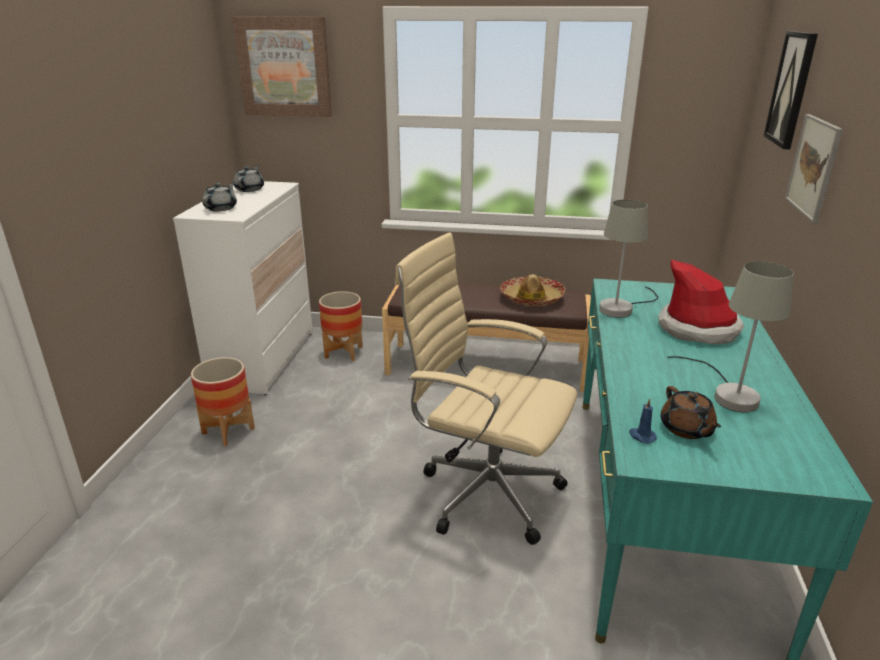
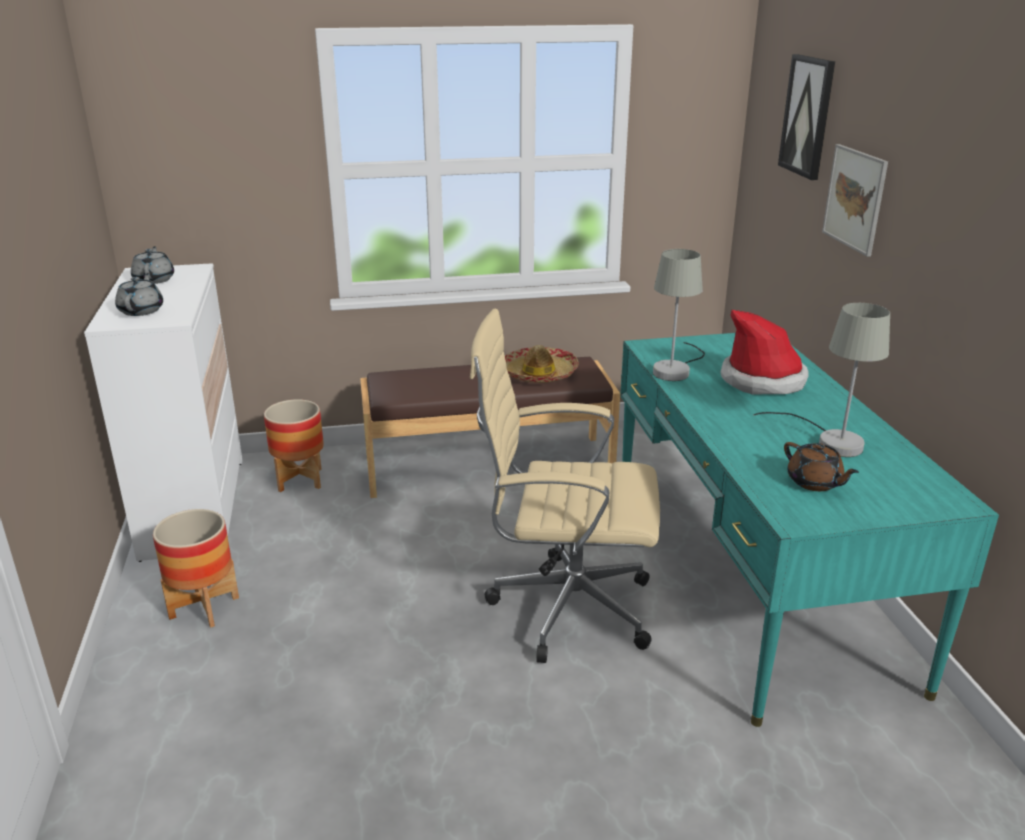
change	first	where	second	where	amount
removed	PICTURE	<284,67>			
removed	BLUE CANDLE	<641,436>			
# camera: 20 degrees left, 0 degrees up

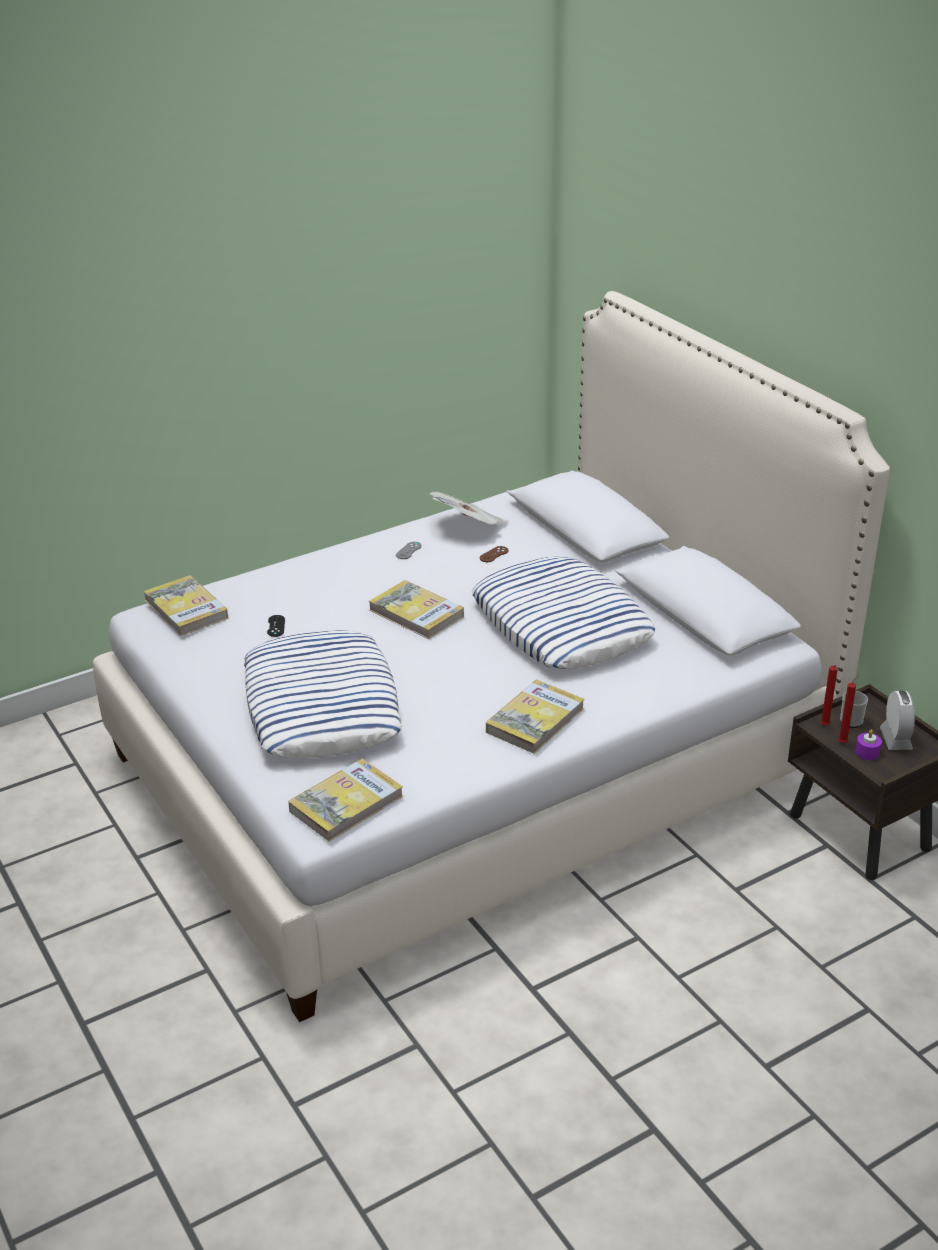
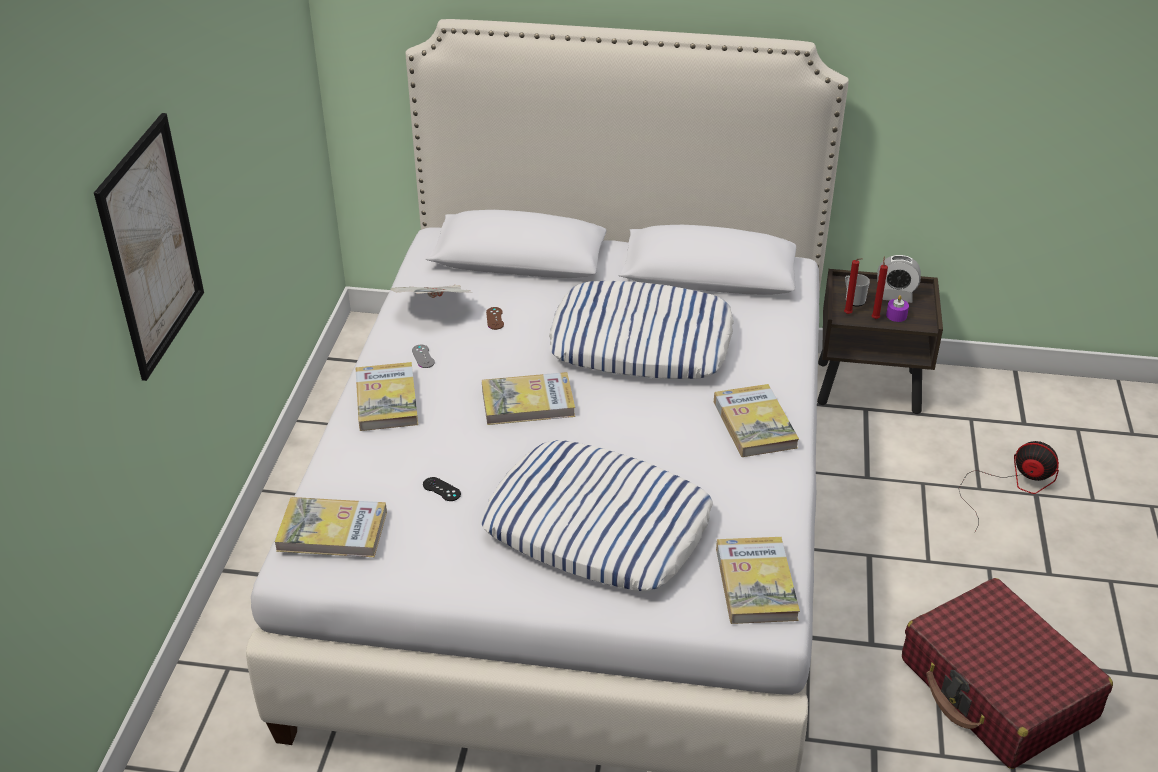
change	first	where	second	where	amount
added			PICTURE	<151,247>	
added			BOOK	<386,400>	
turned	ALARM CLOCK	<895,739>		<895,296>	150 degrees clockwise
added			RED SUITCASE	<997,689>	
added			FAN	<1010,487>	
# camera: 50 degrees left, 5 degrees up

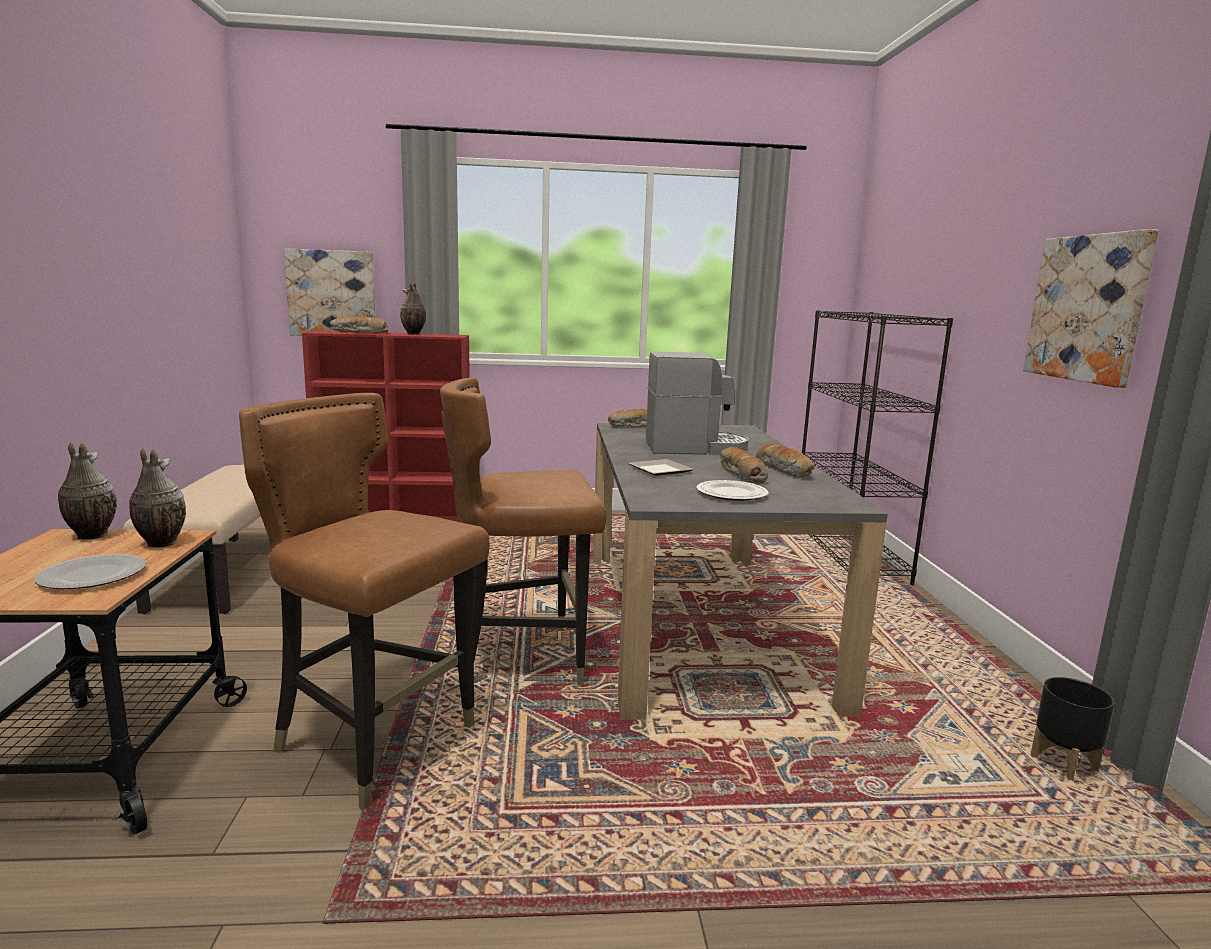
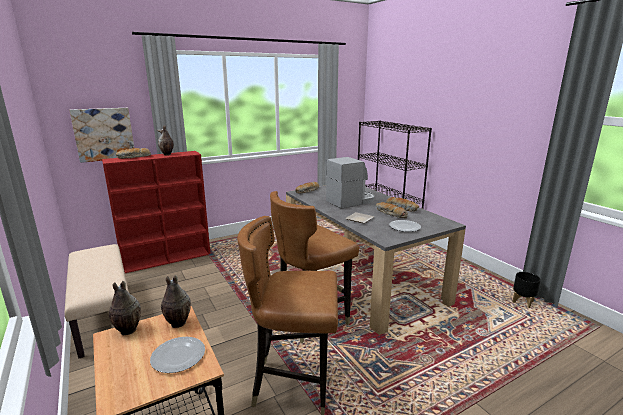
change	first	where	second	where	amount
removed	PICTURE	<1088,308>			
# camera: 25 degrees left, 5 degrees up

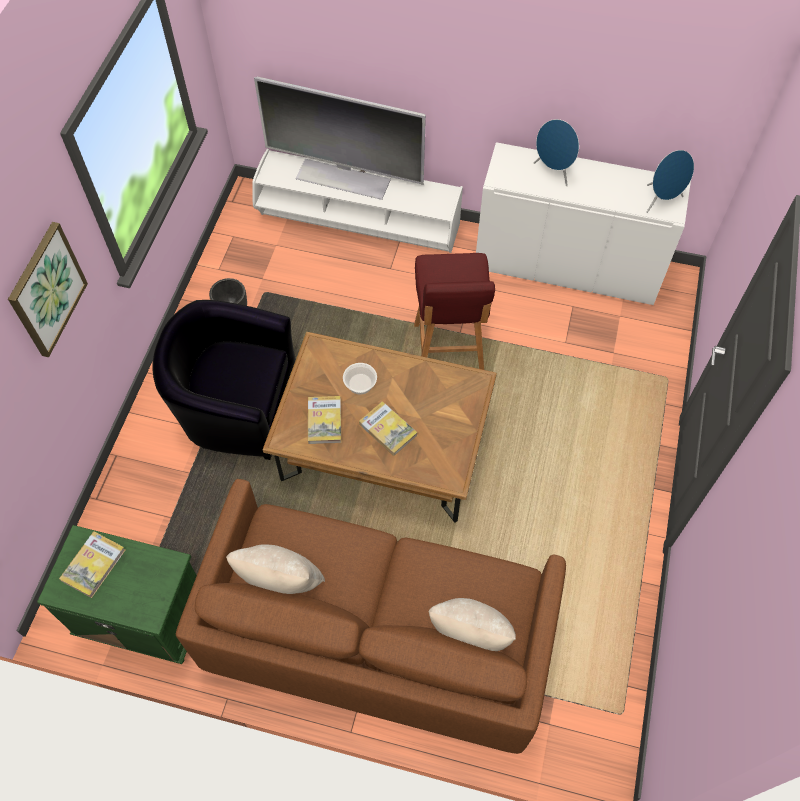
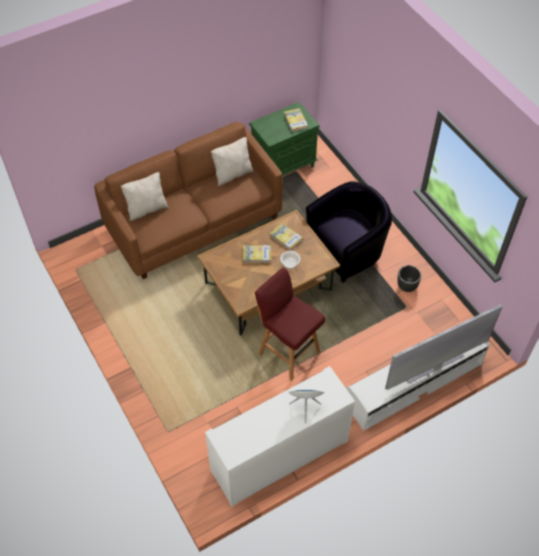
change	first	where	second	where	amount
removed	PICTURE	<46,290>			
removed	BLUE SPEAKER	<662,201>			
# camera: 135 degrees right, 5 degrees down

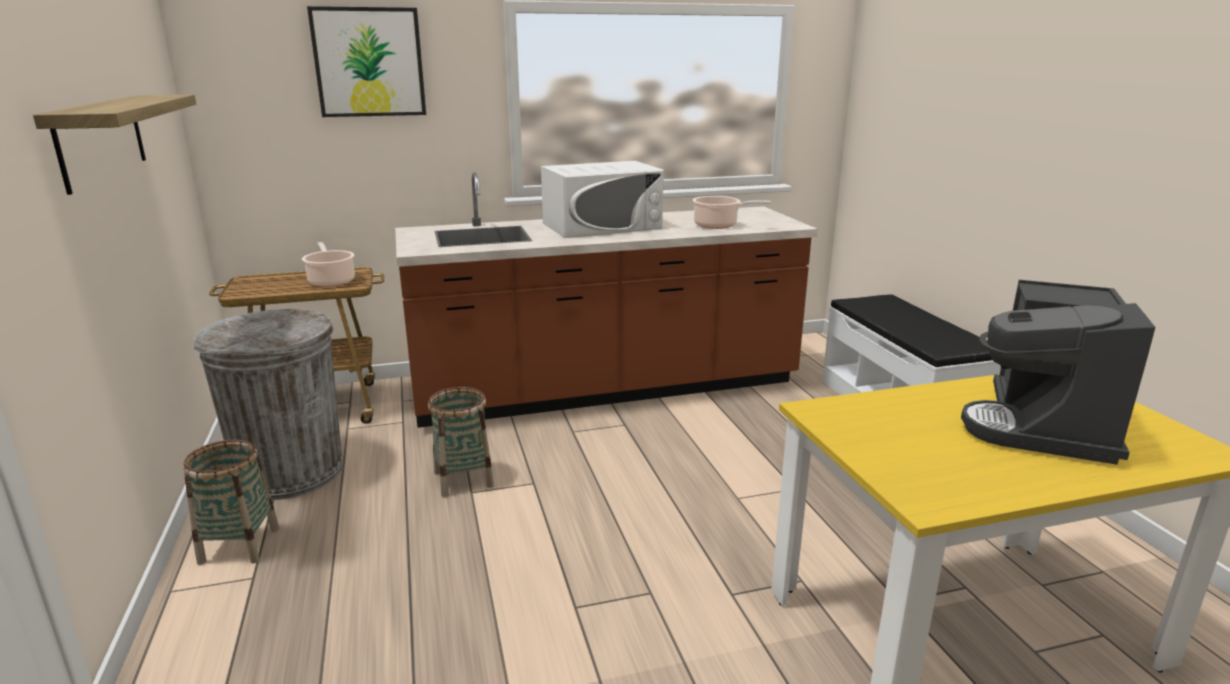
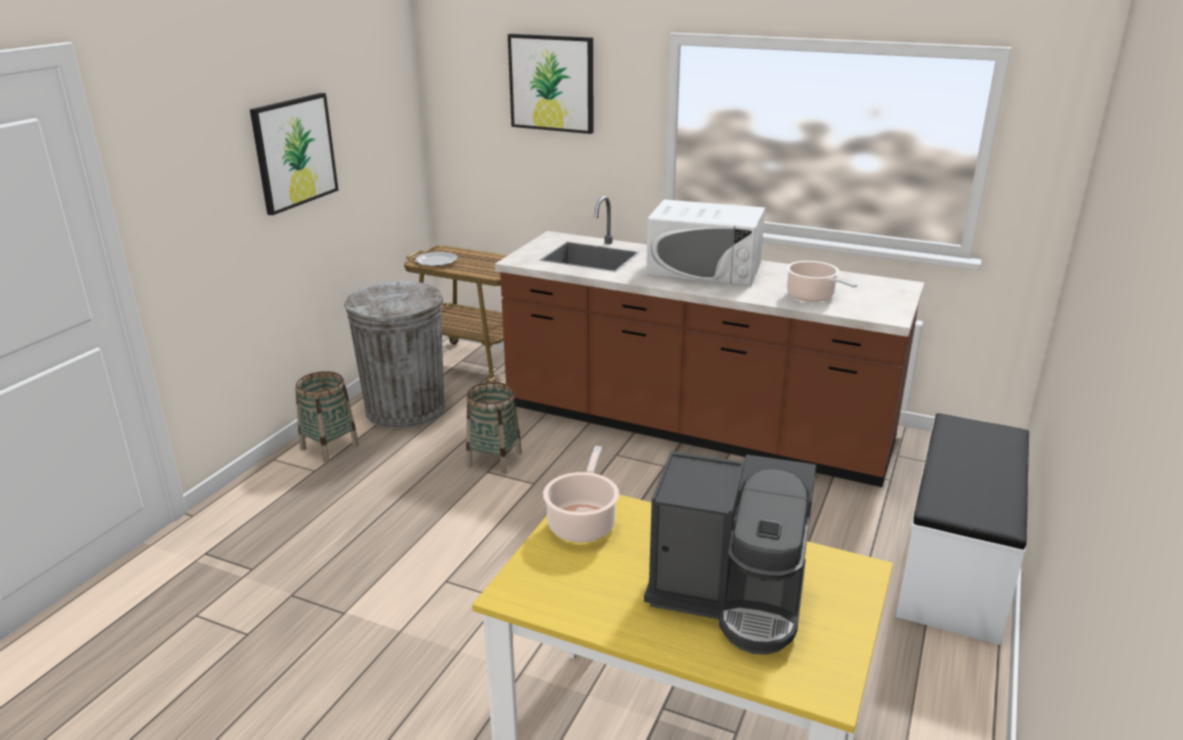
change	first	where	second	where	amount
replaced	SHELF	<102,139>	PICTURE	<294,152>	
added			PLATE	<436,261>	
moved	COOKING POT	<331,281>		<582,522>	
turned	COFFEE MACHINE	<1043,426>		<730,596>	135 degrees counterclockwise
# camera: 40 degrees right, 5 degrees up

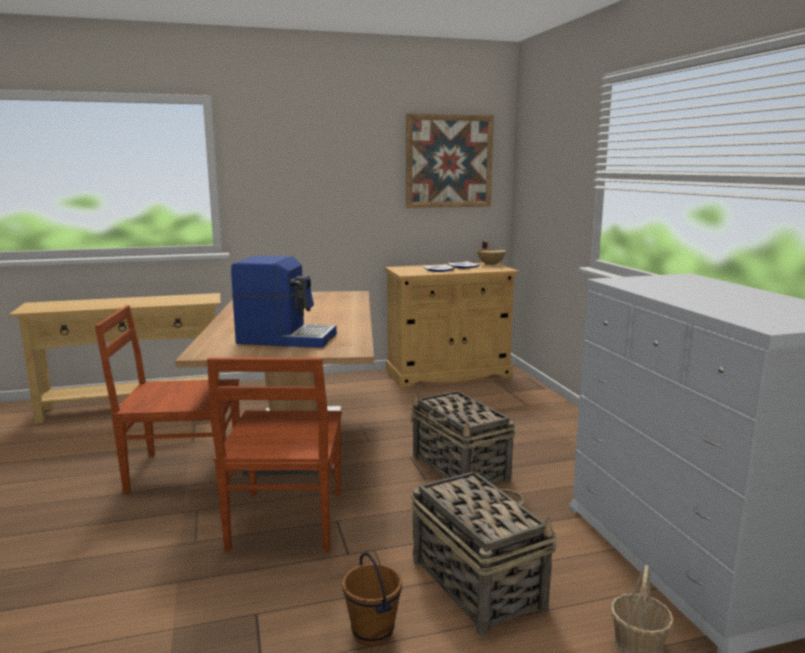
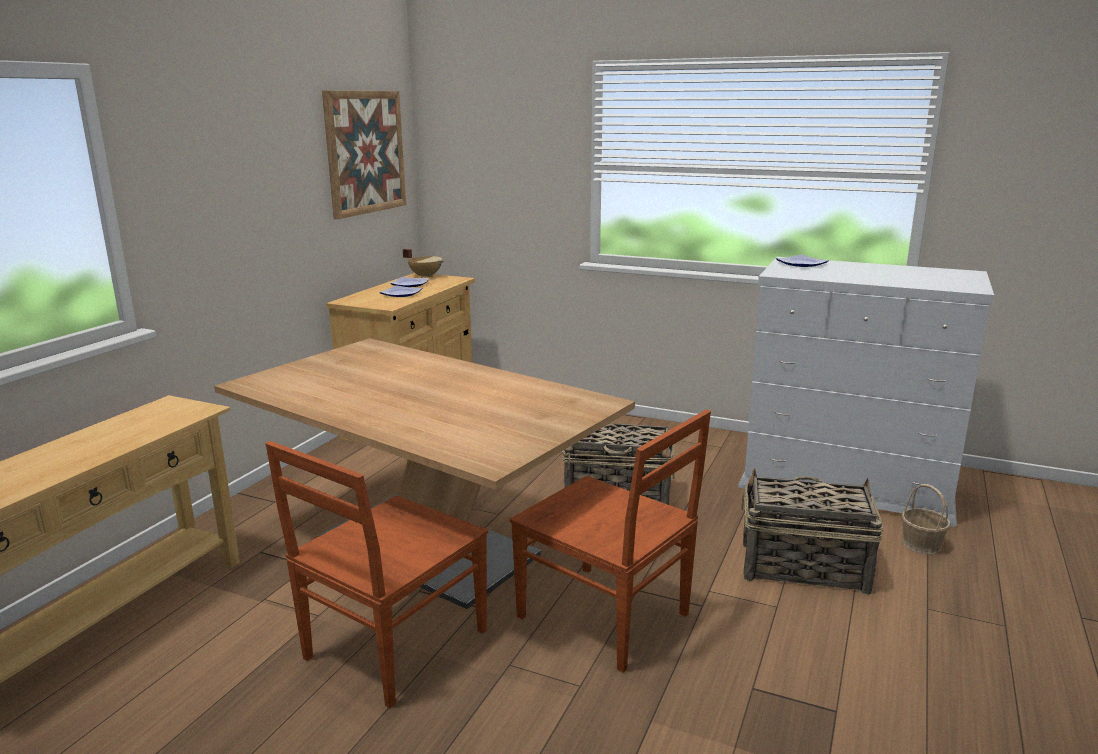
change	first	where	second	where	amount
added			PLATE	<801,263>	
removed	COFFEE MACHINE	<286,338>			
removed	BROWN BUCKET	<373,632>			
# camera: 50 degrees left, 5 degrees up

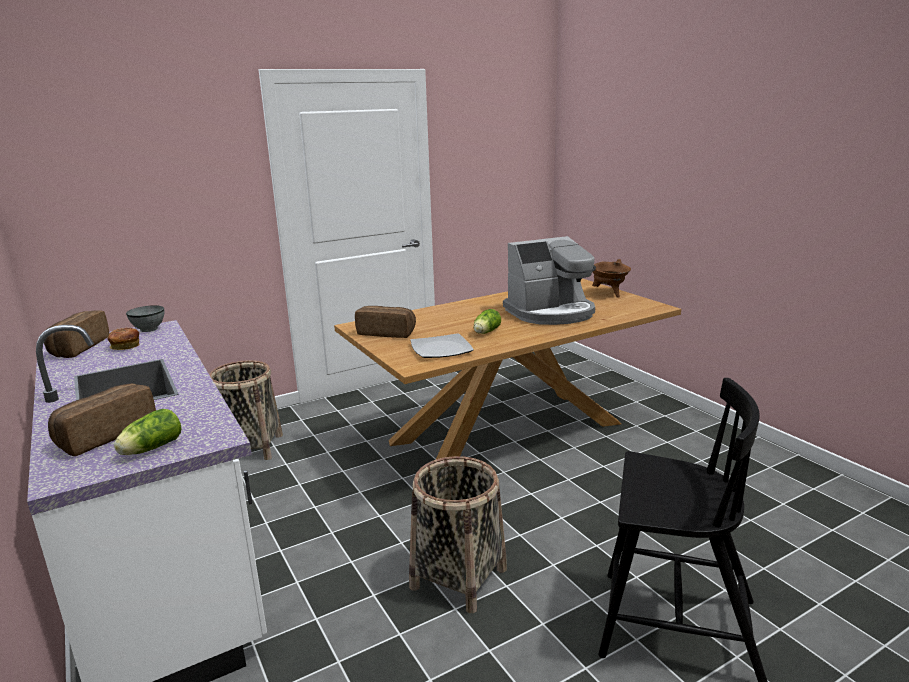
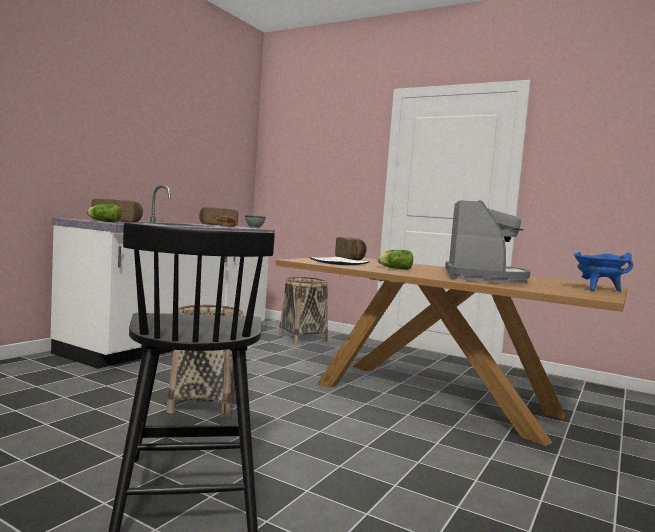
change	first	where	second	where	amount
turned	COFFEE MACHINE	<551,313>		<484,278>	120 degrees counterclockwise
recoloured	BROWN COOKING POT	<609,293>	BLUE COOKING POT	<597,290>	
# camera: 60 degrees right, 15 degrees down

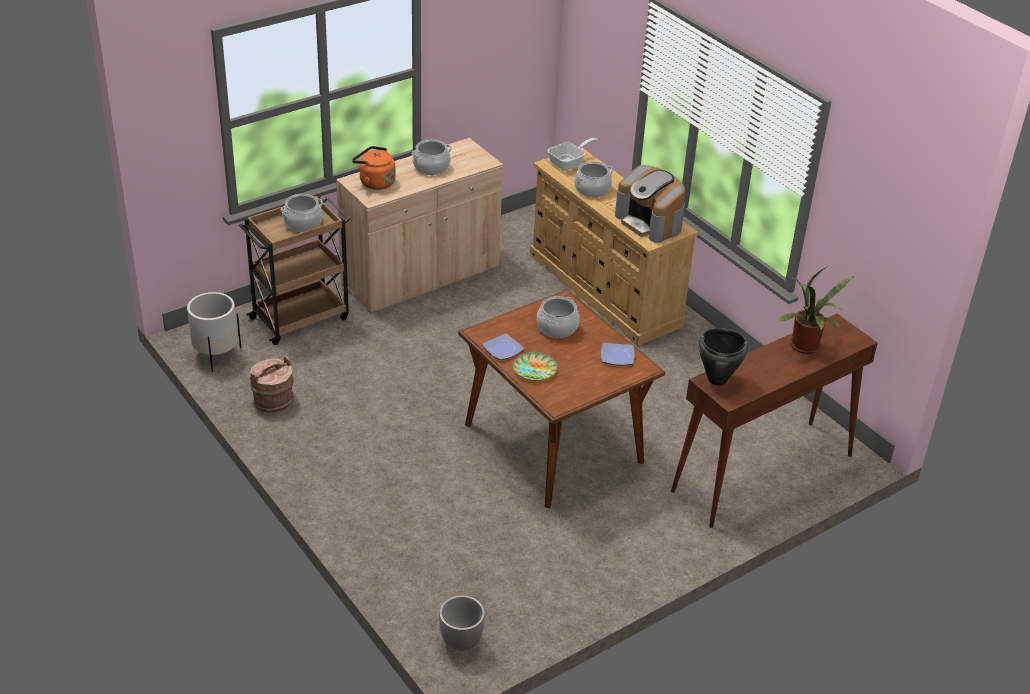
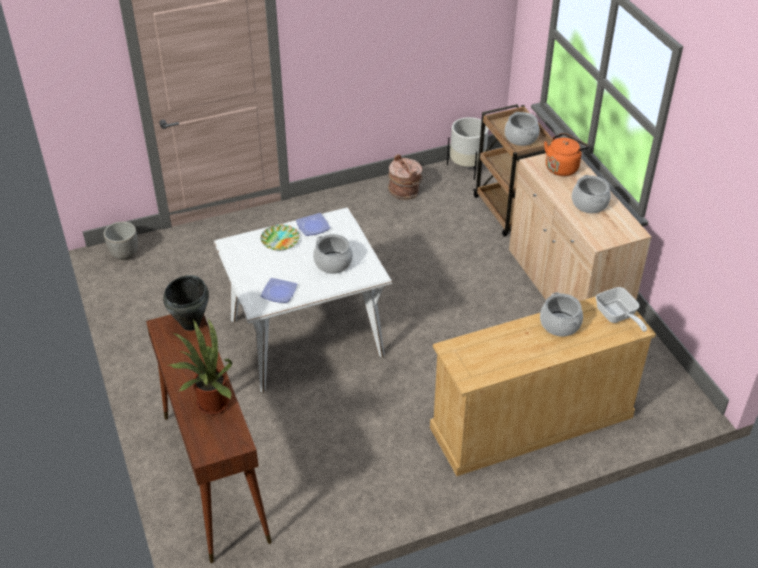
change	first	where	second	where	amount
recoloured	BROWN DINING TABLE	<553,443>	WHITE DINING TABLE	<306,337>	
removed	COFFEE MACHINE	<650,222>			
# camera: 105 degrees right, 5 degrees up

